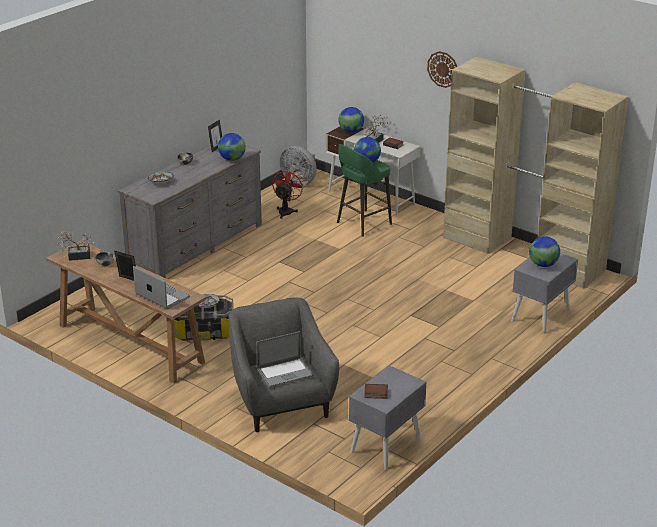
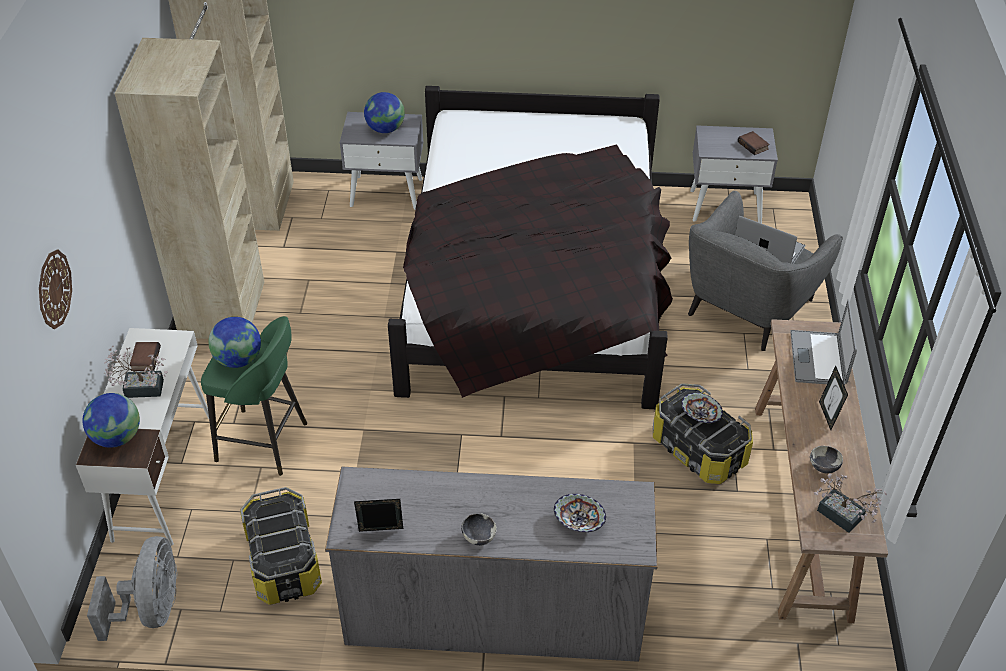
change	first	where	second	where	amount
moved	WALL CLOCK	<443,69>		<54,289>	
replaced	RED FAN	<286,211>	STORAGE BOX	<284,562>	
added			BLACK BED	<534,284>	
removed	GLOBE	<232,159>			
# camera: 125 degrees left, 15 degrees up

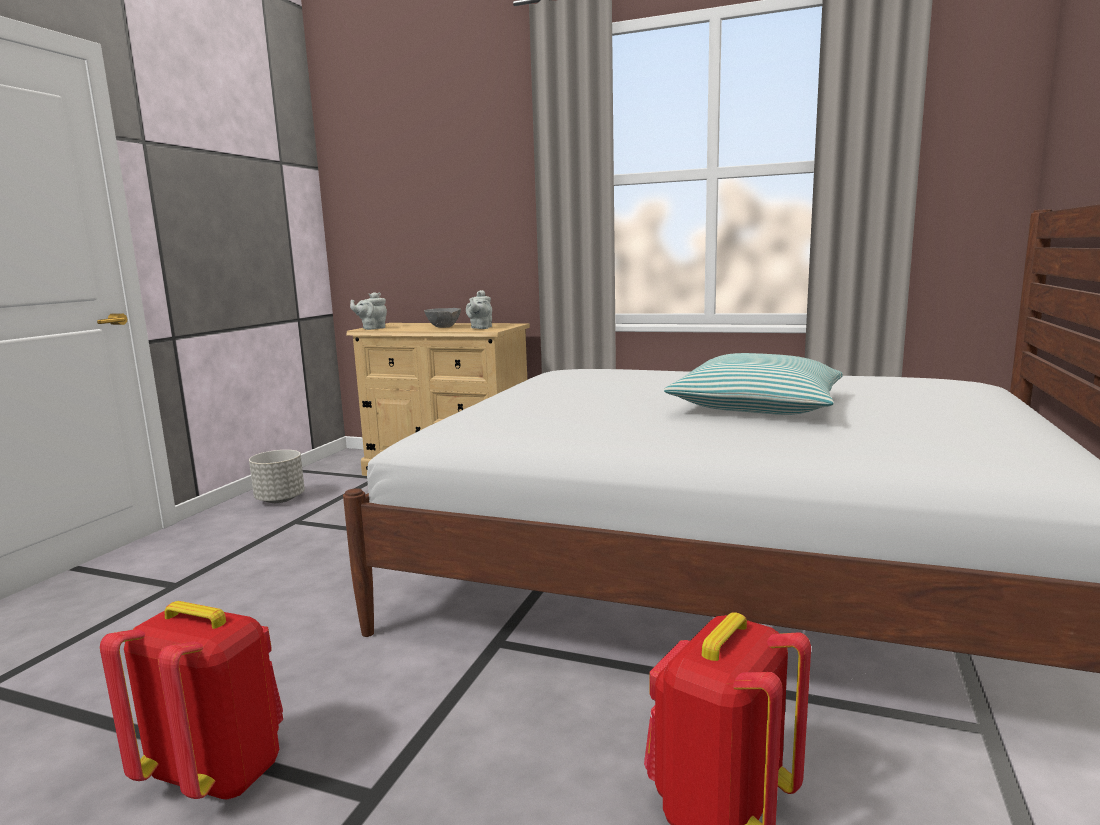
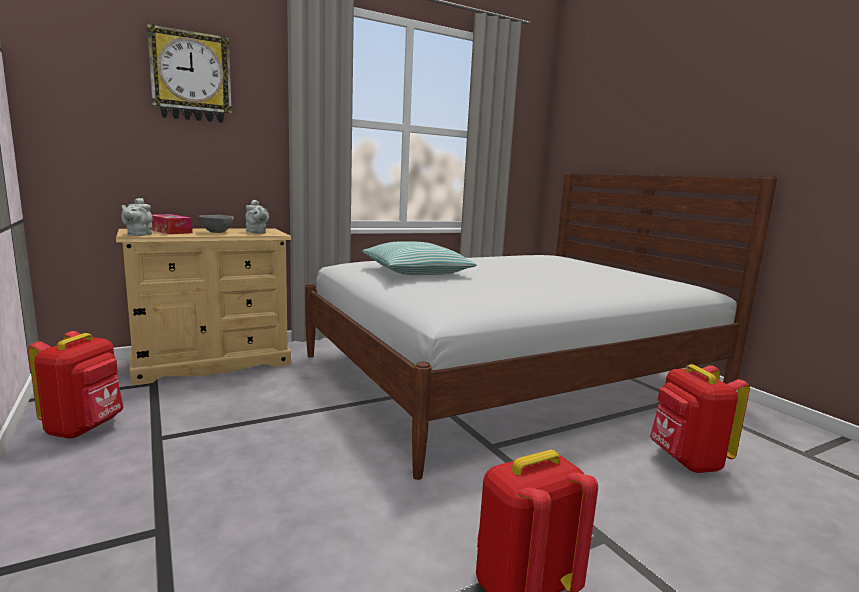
change	first	where	second	where	amount
replaced	GREY PLANTER	<280,499>	RED BACKPACK	<85,428>	
added			WALL CLOCK	<191,77>	
added			TISSUE BOX	<170,231>	
moved	PILLOW	<757,405>		<416,271>	
# camera: 50 degrees left, 0 degrees up

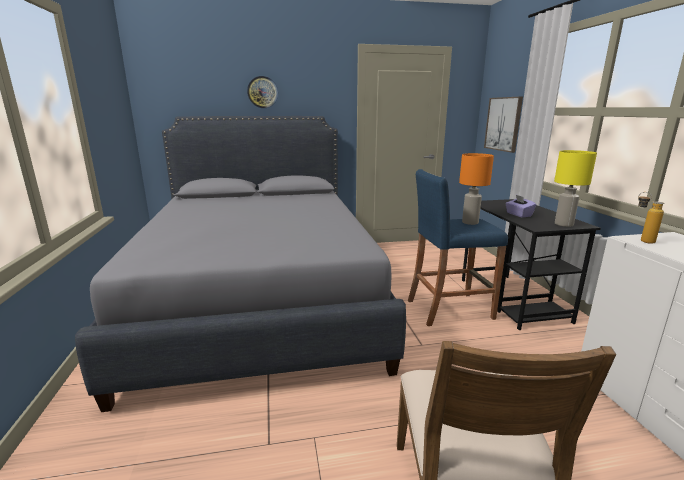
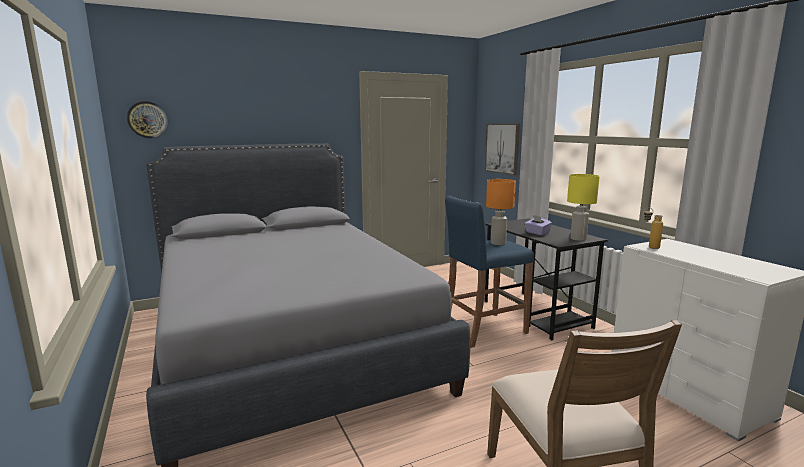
change	first	where	second	where	amount
moved	WALL CLOCK	<262,92>		<147,120>	
# camera: 15 degrees left, 5 degrees down

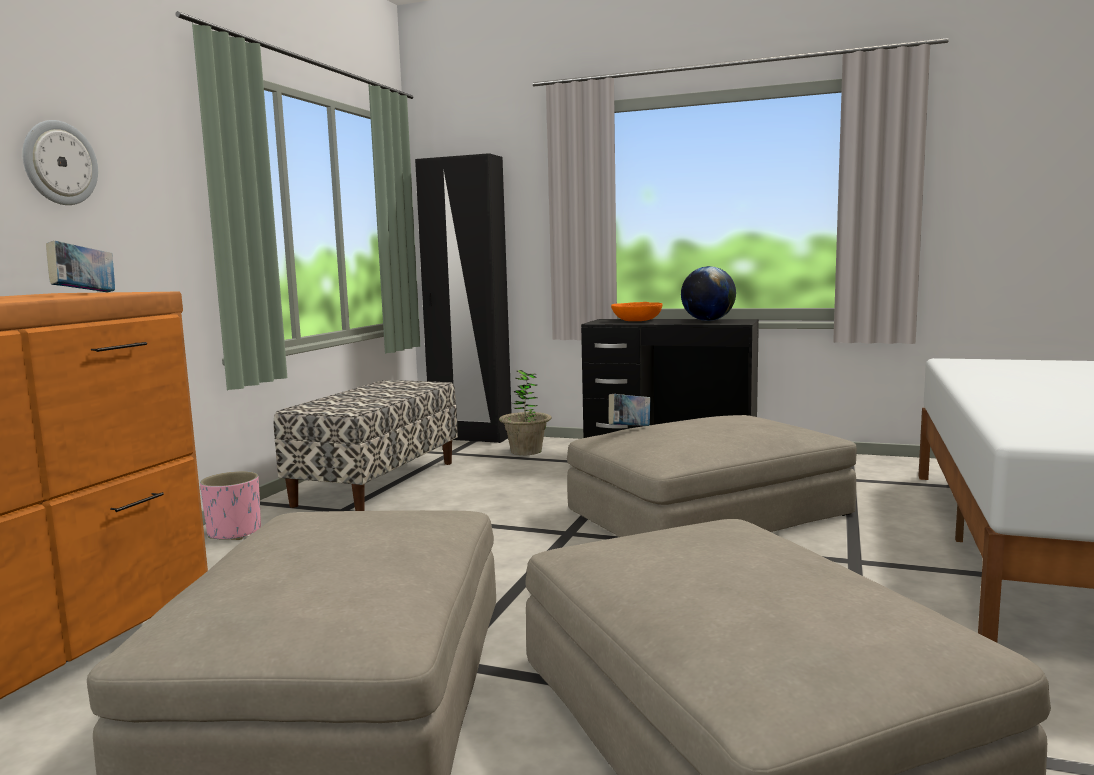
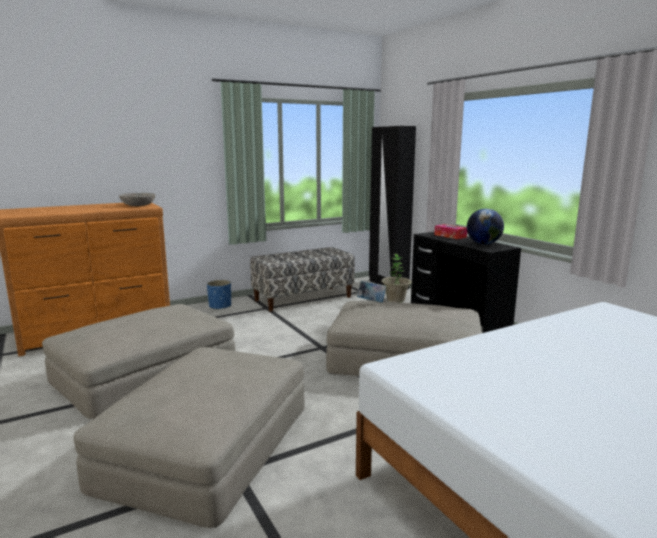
change	first	where	second	where	amount
replaced	BOOK	<85,293>	GREY BOWL	<138,205>	
recoloured	PINK PLANTER	<234,533>	BLUE PLANTER	<220,306>	
replaced	ORANGE BOWL	<636,320>	TISSUE BOX	<450,236>	
removed	WALL CLOCK	<59,163>			
# camera: 40 degrees right, 5 degrees up

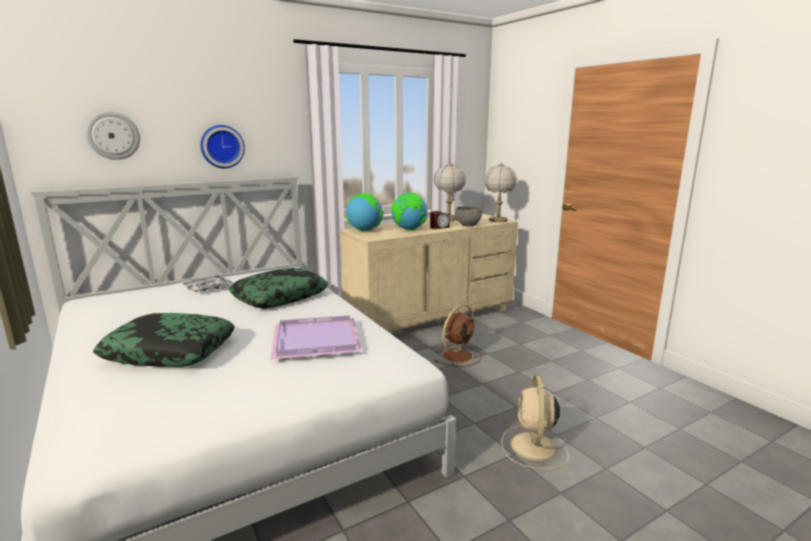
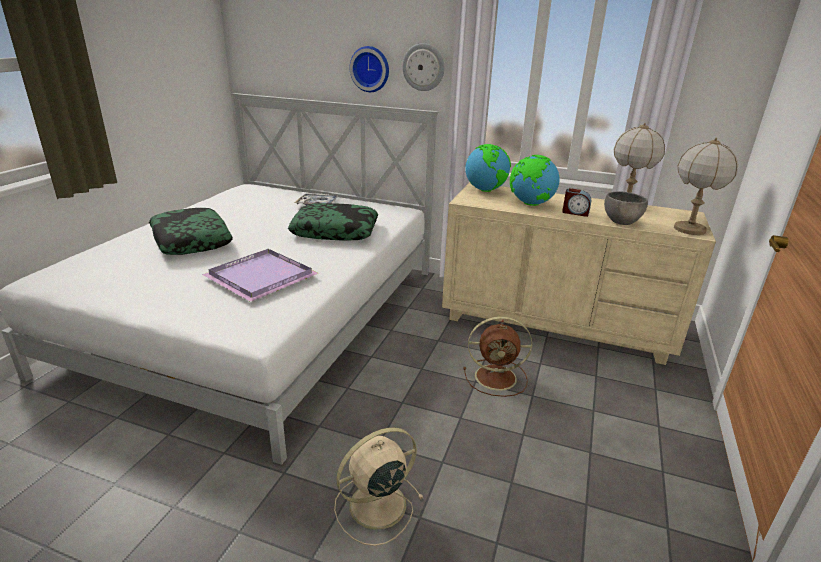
change	first	where	second	where	amount
moved	WALL CLOCK	<113,135>		<423,67>	
# camera: 50 degrees right, 10 degrees up

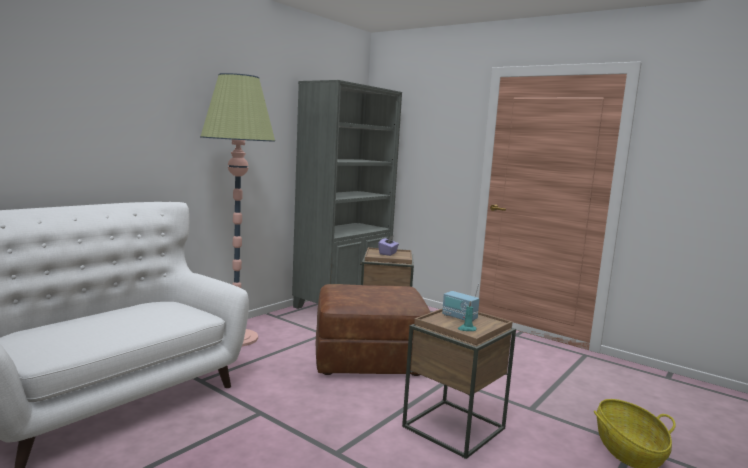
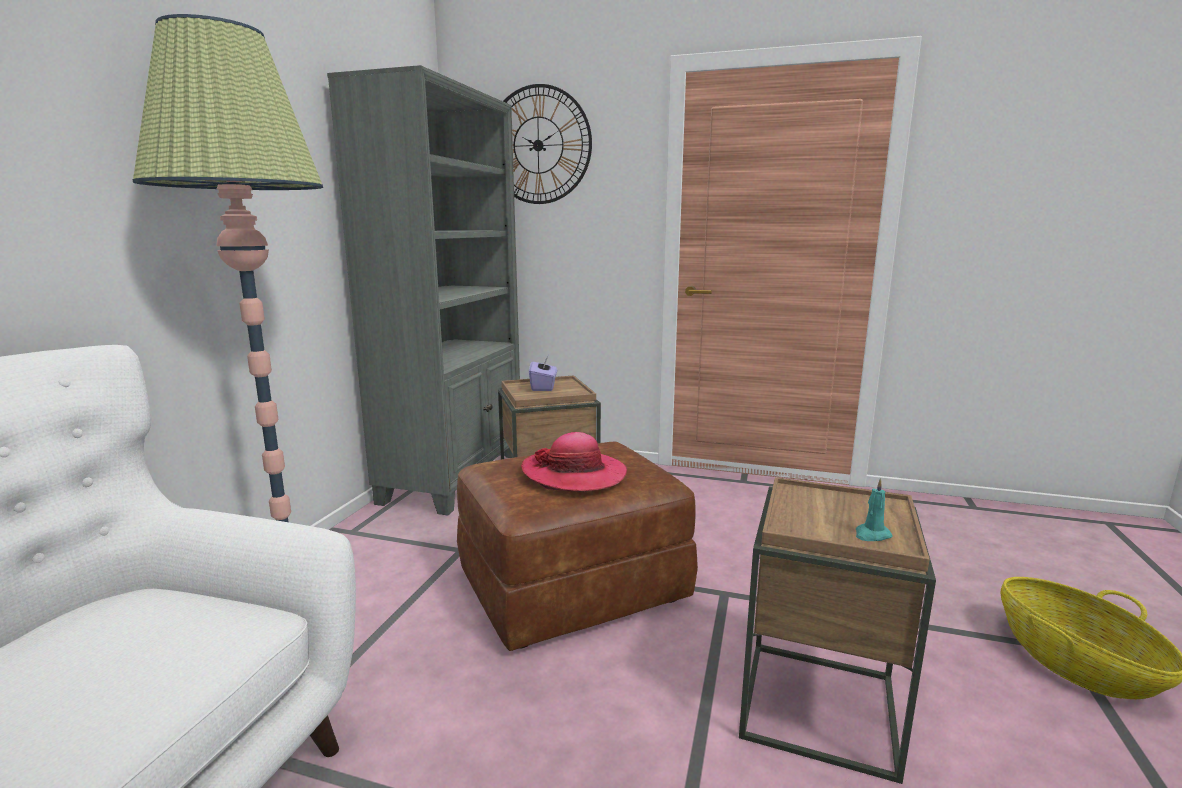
change	first	where	second	where	amount
added			WALL CLOCK	<538,145>	
added			HAT	<574,474>	
removed	RADIO	<459,318>			
# camera: 20 degrees left, 5 degrees up

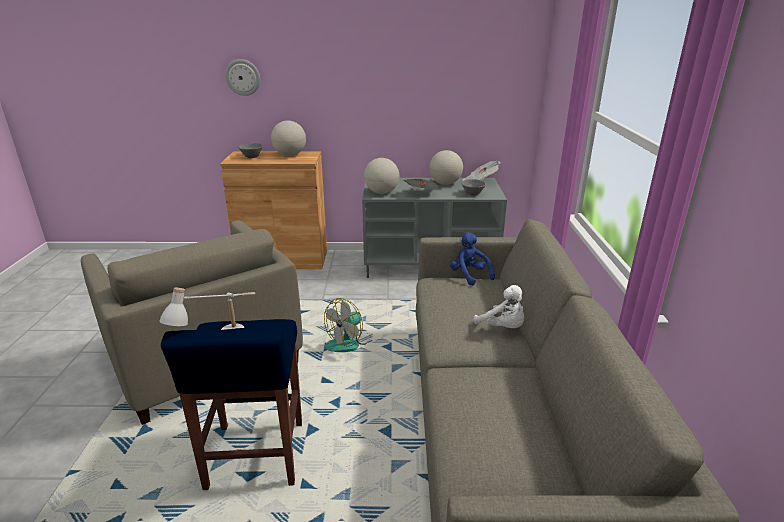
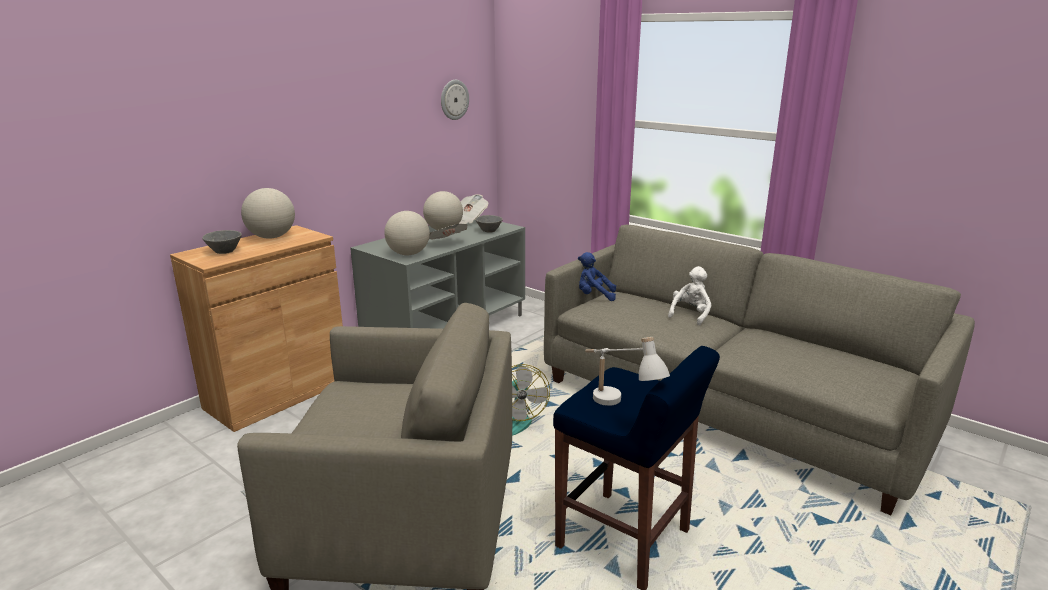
change	first	where	second	where	amount
moved	WALL CLOCK	<243,77>		<454,99>	
turned	WHITE PLUSH TOY	<503,327>		<690,315>	60 degrees counterclockwise
# camera: 50 degrees left, 5 degrees down

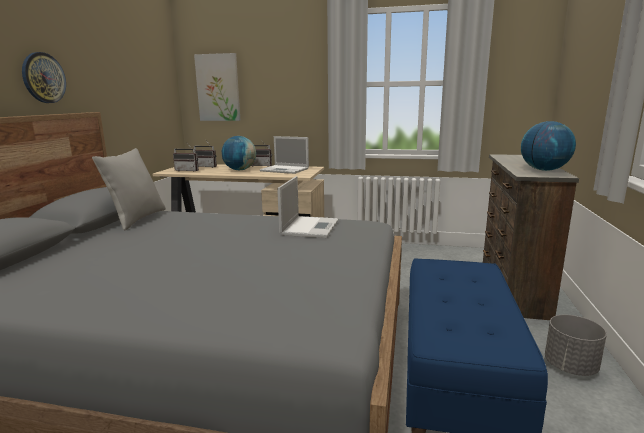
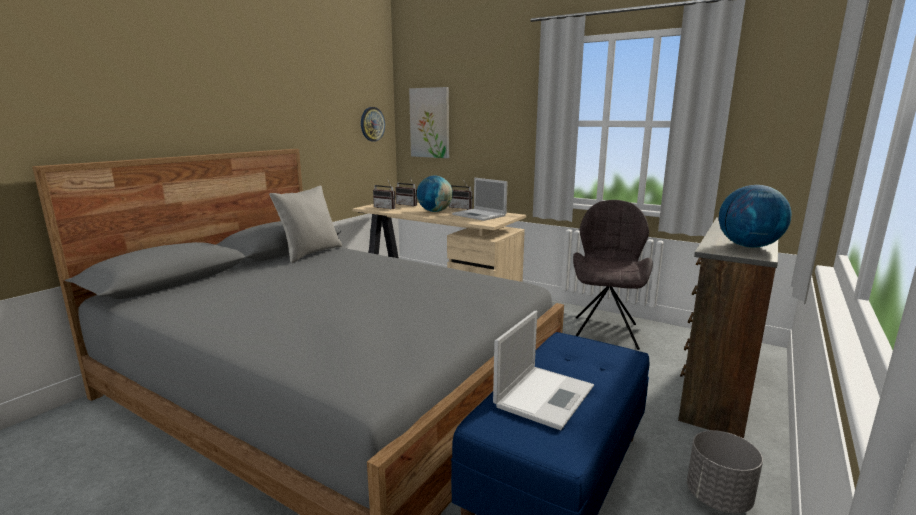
change	first	where	second	where	amount
moved	WALL CLOCK	<43,78>		<372,124>	
moved	LAPTOP	<310,227>		<545,395>	
added			GREY CHAIR	<605,331>	
# camera: 20 degrees right, 0 degrees up

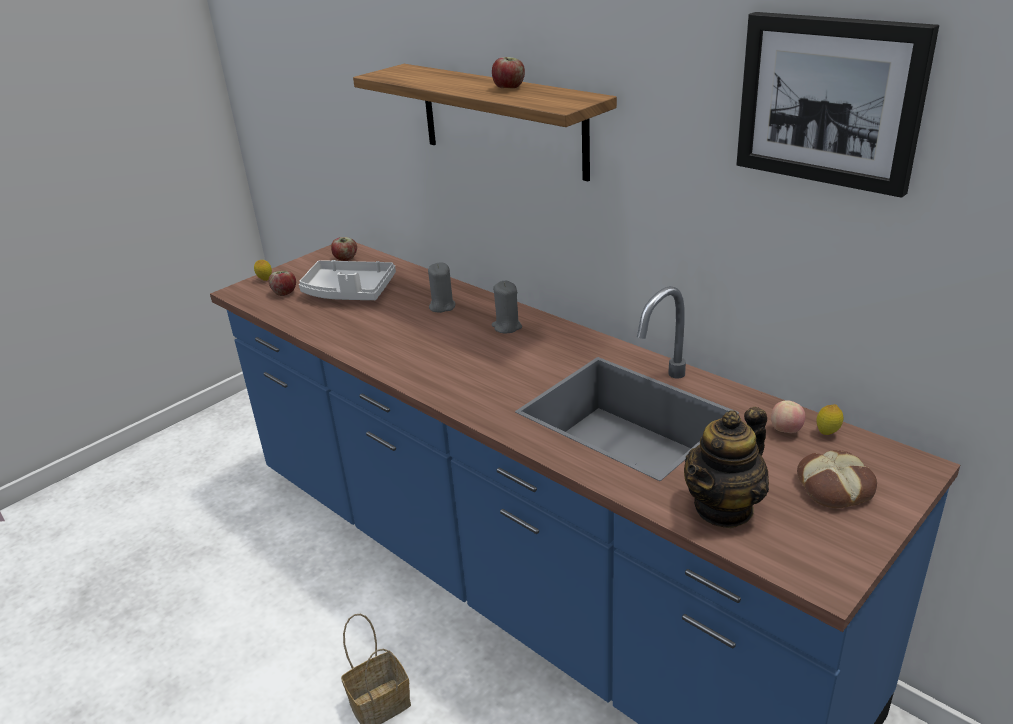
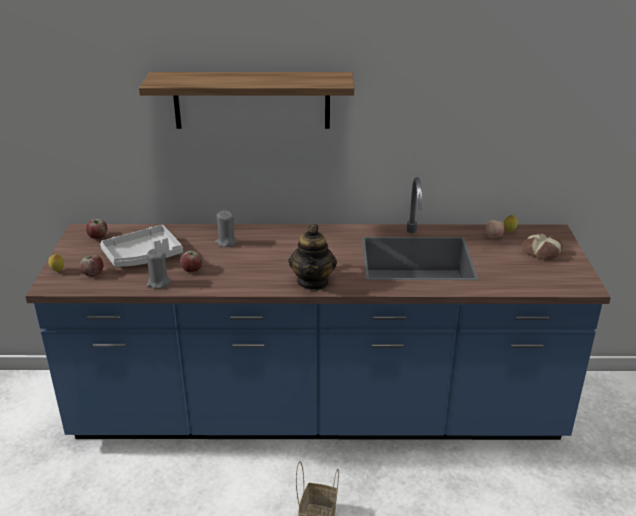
change	first	where	second	where	amount
moved	GREY CANDLE	<507,327>		<158,283>	
moved	APPLE	<509,88>		<192,270>	
moved	TEAPOT	<724,508>		<313,282>	
removed	PICTURE	<830,101>			
# camera: 45 degrees left, 0 degrees up

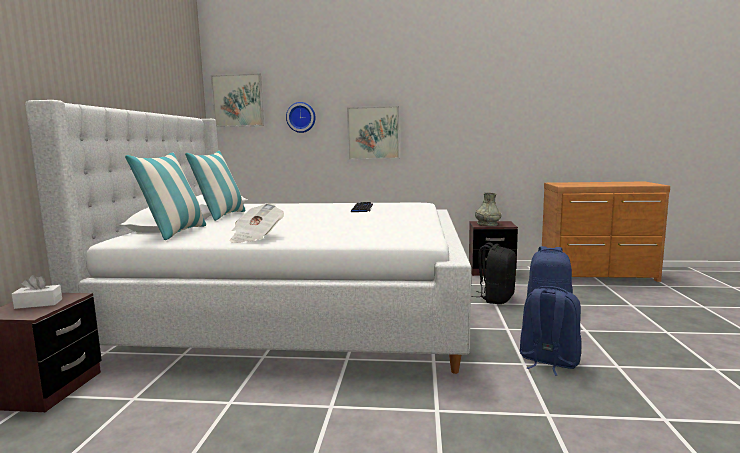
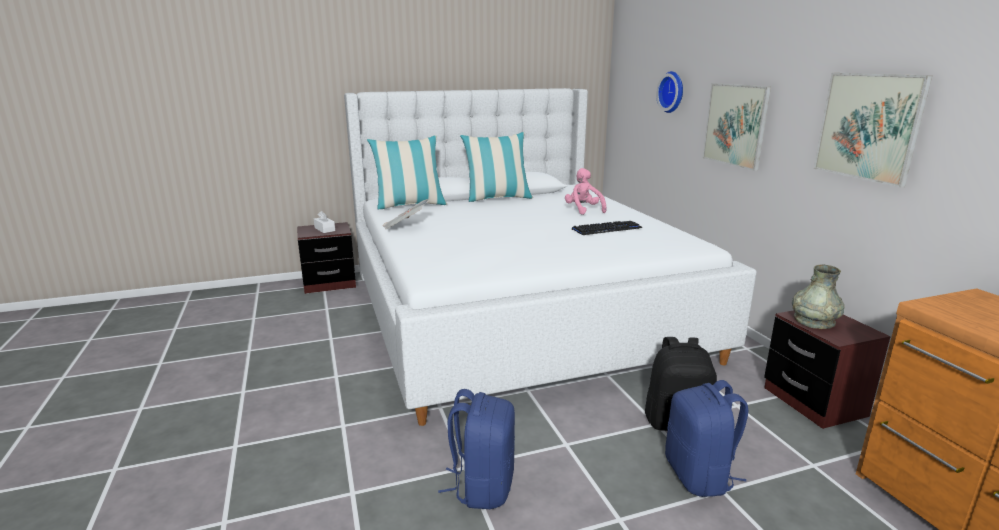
change	first	where	second	where	amount
added			PINK PLUSH TOY	<583,210>	
moved	PICTURE	<238,100>		<868,127>	
# camera: 65 degrees right, 10 degrees up

